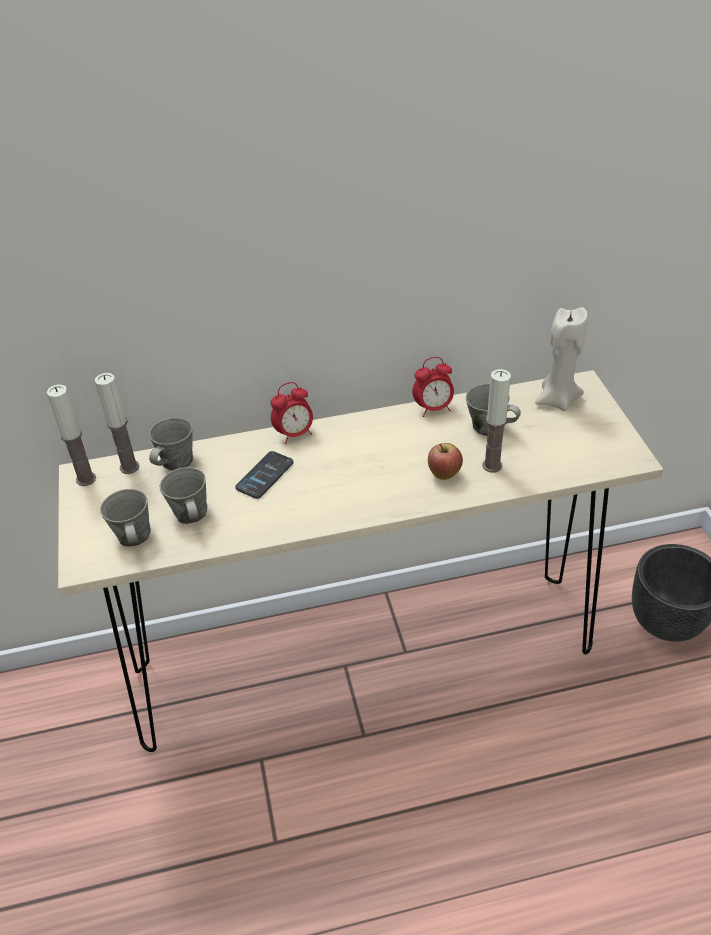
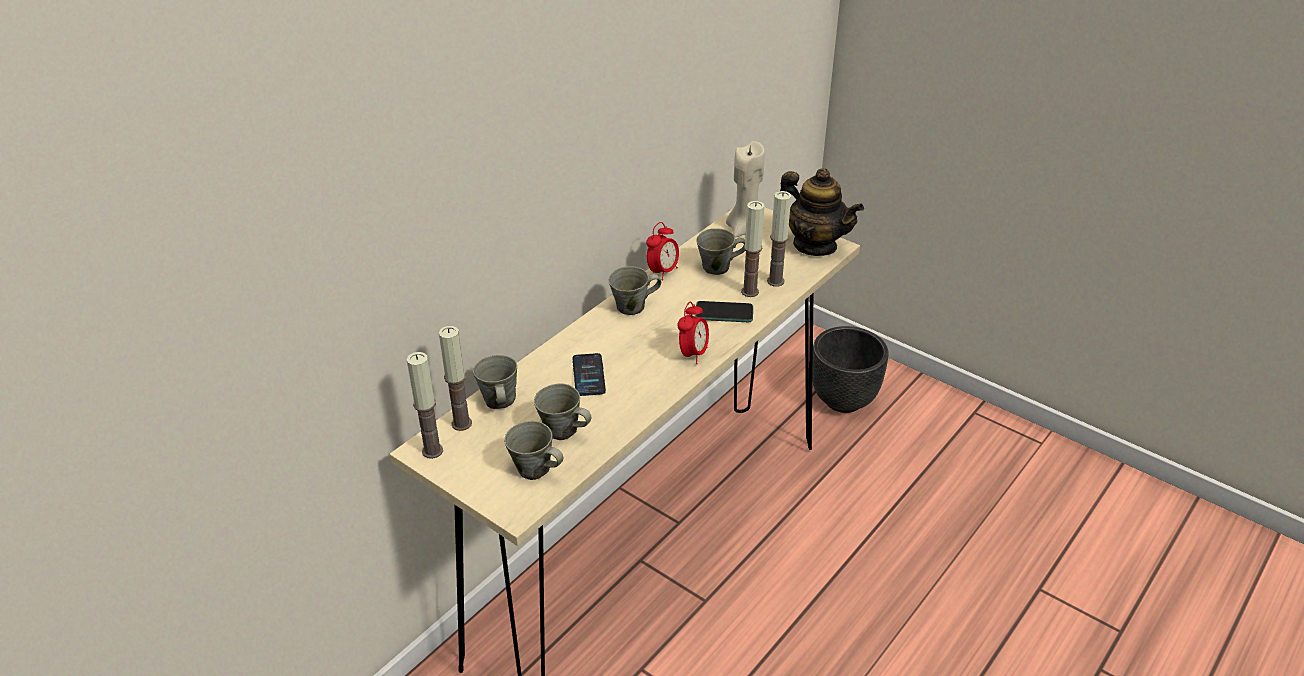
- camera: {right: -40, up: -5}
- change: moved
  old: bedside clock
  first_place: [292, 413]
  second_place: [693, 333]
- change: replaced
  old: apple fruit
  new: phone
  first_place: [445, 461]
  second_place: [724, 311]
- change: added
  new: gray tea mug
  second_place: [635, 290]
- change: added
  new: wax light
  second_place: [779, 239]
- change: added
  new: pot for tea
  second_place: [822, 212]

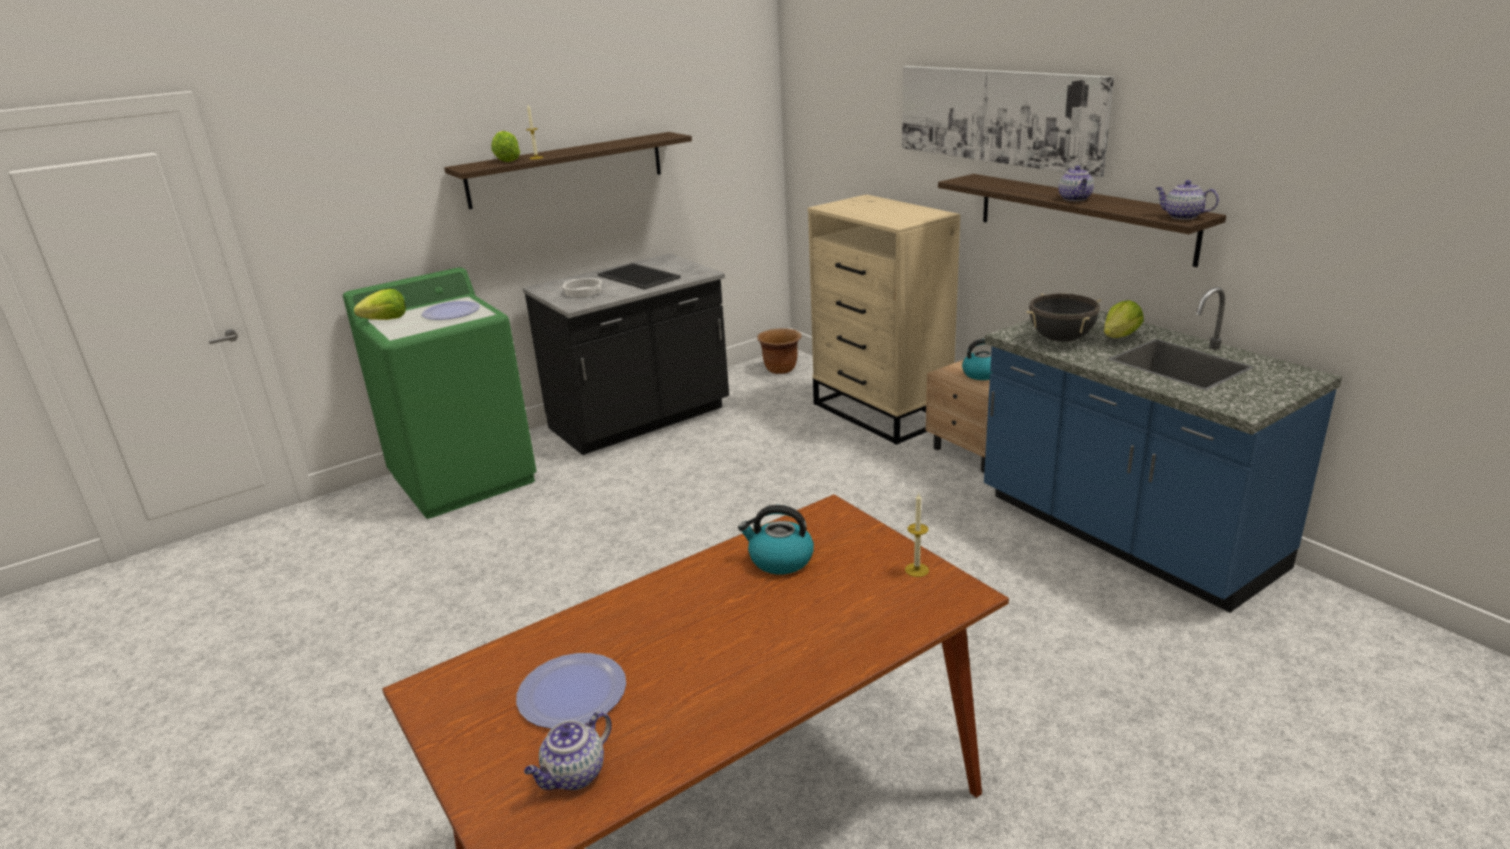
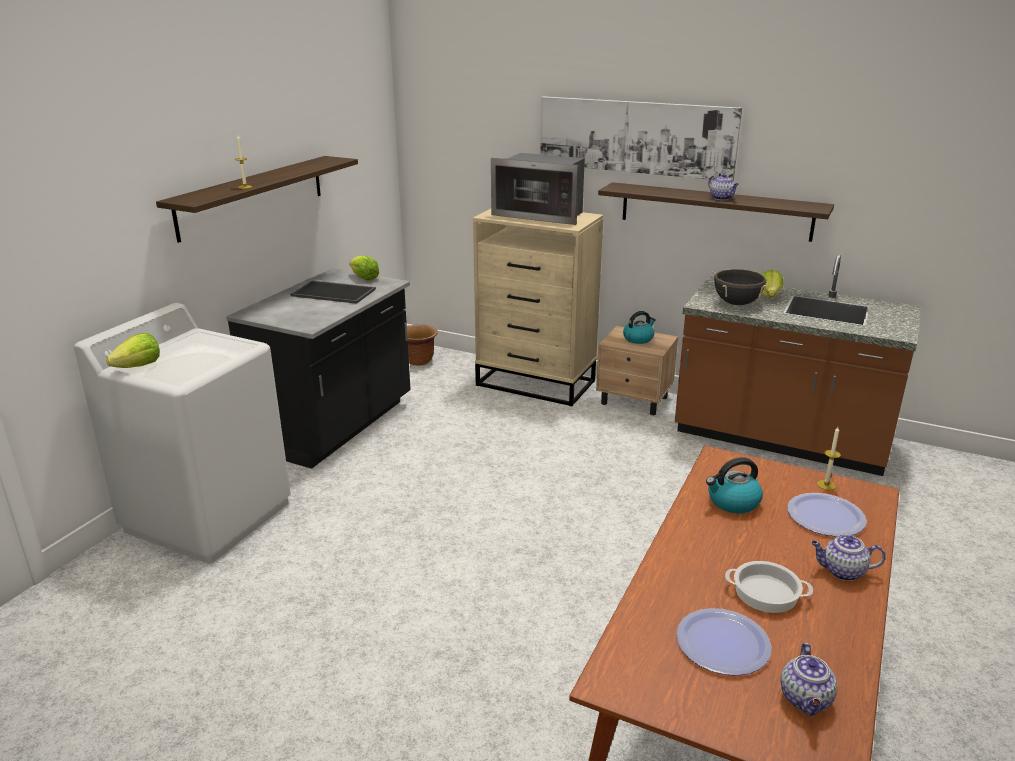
- camera: {right: -30, up: 0}
- change: recoloured
  old: green washing machine
  new: white washing machine
  first_place: [440, 393]
  second_place: [182, 433]
- change: moved
  old: dinner plate
  first_place: [451, 310]
  second_place: [827, 515]
- change: moved
  old: head of lettuce
  first_place: [505, 146]
  second_place: [364, 267]
- change: moved
  old: stockpot
  first_place: [582, 287]
  second_place: [769, 587]
- change: recoloured
  old: bluish counter
  new: brown counter
  first_place: [1163, 450]
  second_place: [798, 365]
- change: moved
  old: pot for tea
  first_place: [1187, 200]
  second_place: [848, 558]
- change: added
  new: kitchen microwave
  second_place: [538, 189]

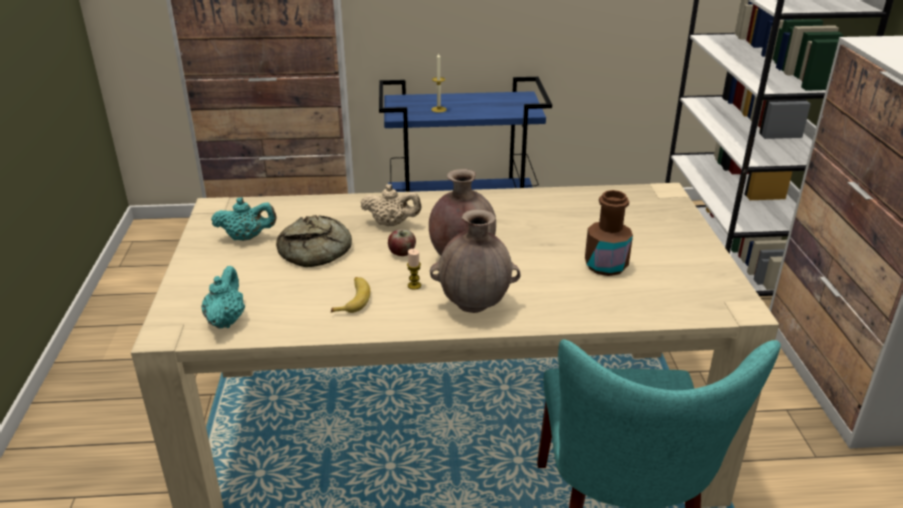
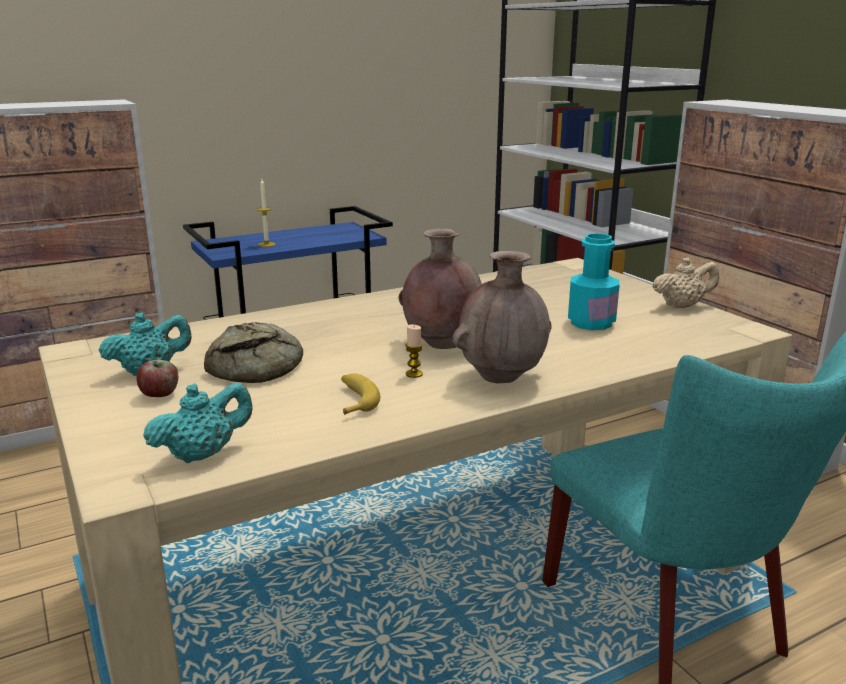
- camera: {right: -25, up: -10}
- change: turned
  old: turquoise-coloured pot for tea
  first_place: [223, 297]
  second_place: [198, 423]
  degrees: 75
- change: moved
  old: beige pot for tea
  first_place: [391, 205]
  second_place: [686, 282]
- change: moved
  old: apple fruit
  first_place: [402, 242]
  second_place: [157, 378]
- change: recoloured
  old: brown beverage bottle
  new: turquoise-coloured beverage bottle
  first_place: [609, 233]
  second_place: [594, 281]

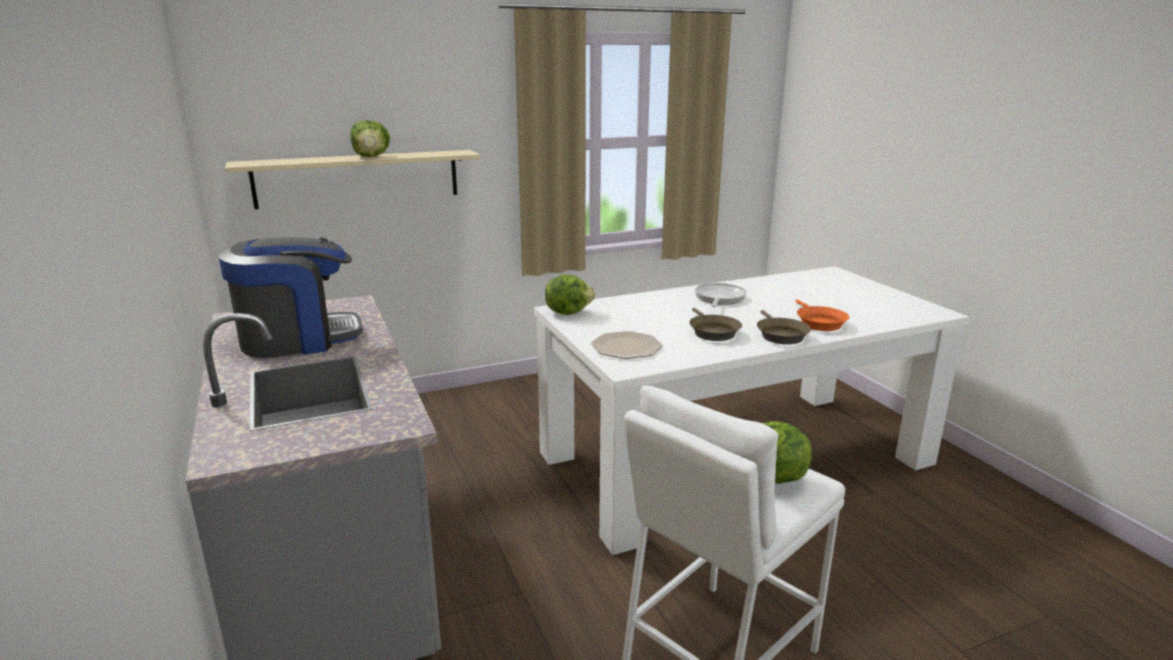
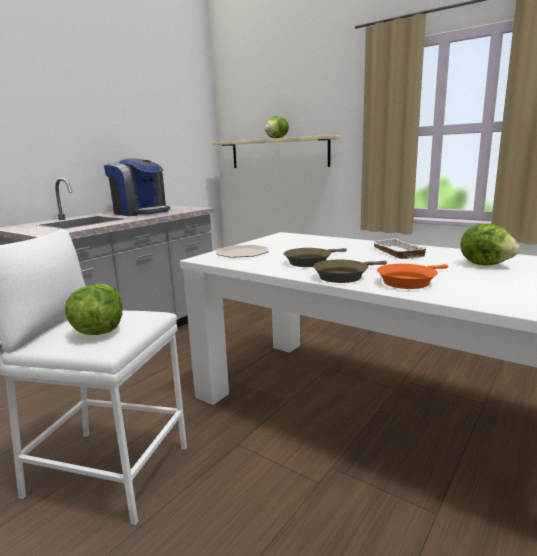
- camera: {right: 60, up: -5}
- change: moved
  old: head of lettuce
  first_place: [570, 294]
  second_place: [490, 244]
- change: replaced
  old: skillet
  new: white tray
  first_place: [721, 295]
  second_place: [399, 248]

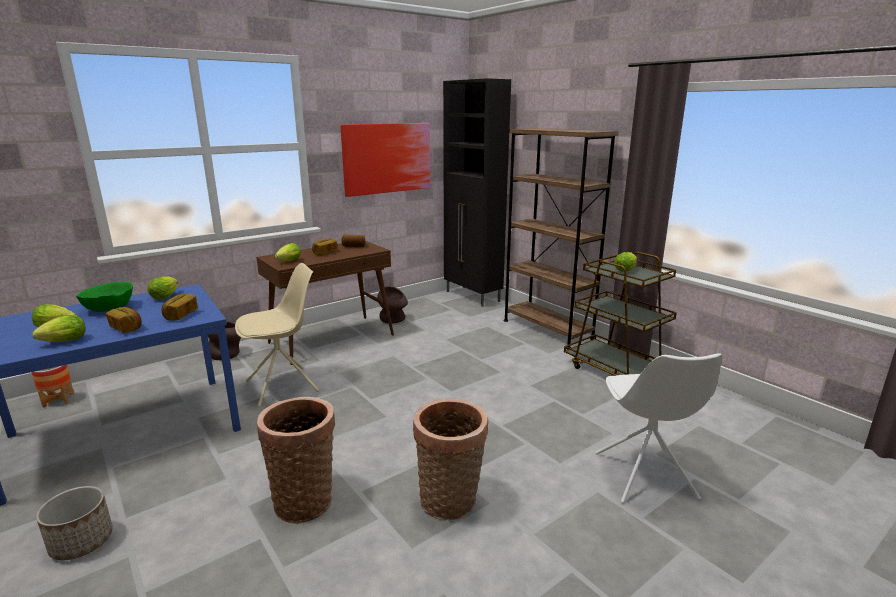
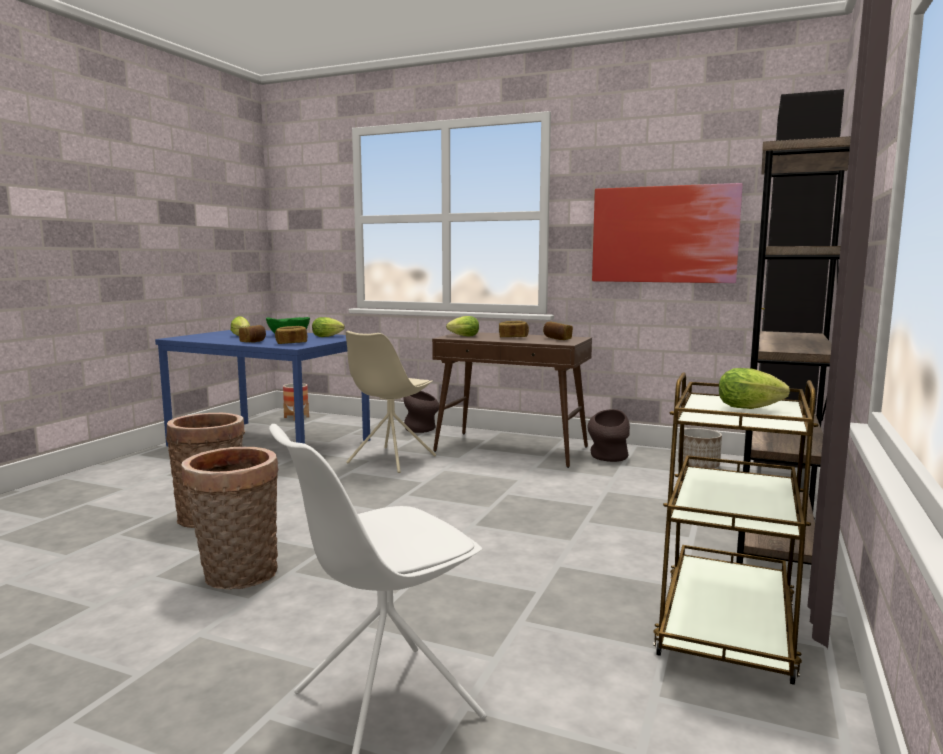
- camera: {right: 60, up: -10}
- change: removed
  old: head of lettuce
  first_place: [59, 328]
- change: moved
  old: planter
  first_place: [74, 523]
  second_place: [700, 448]
- change: turned
  old: beige chair
  first_place: [277, 335]
  second_place: [391, 402]
  degrees: 90

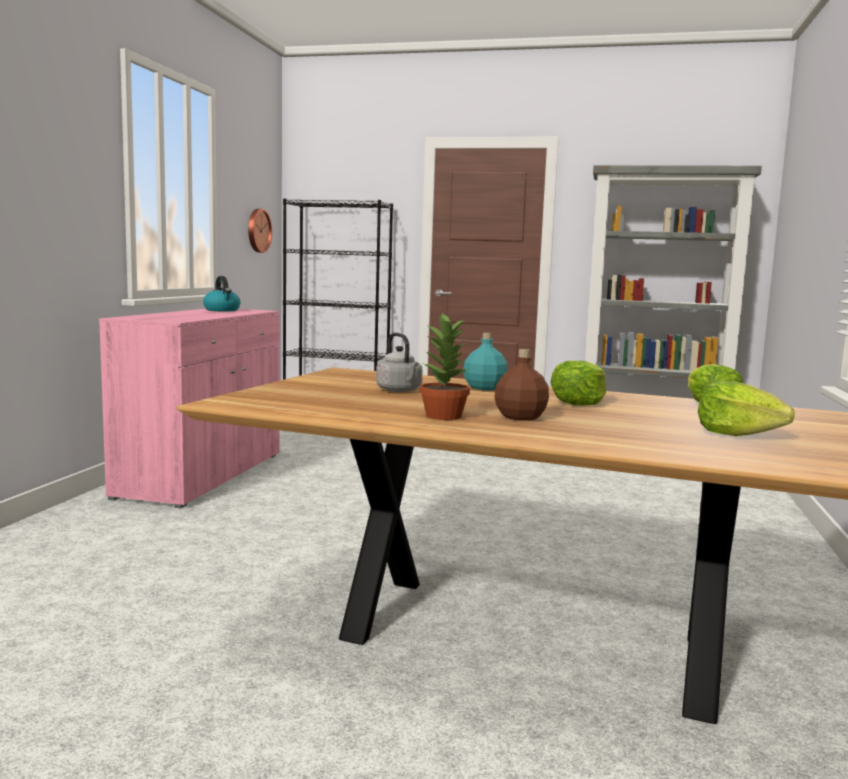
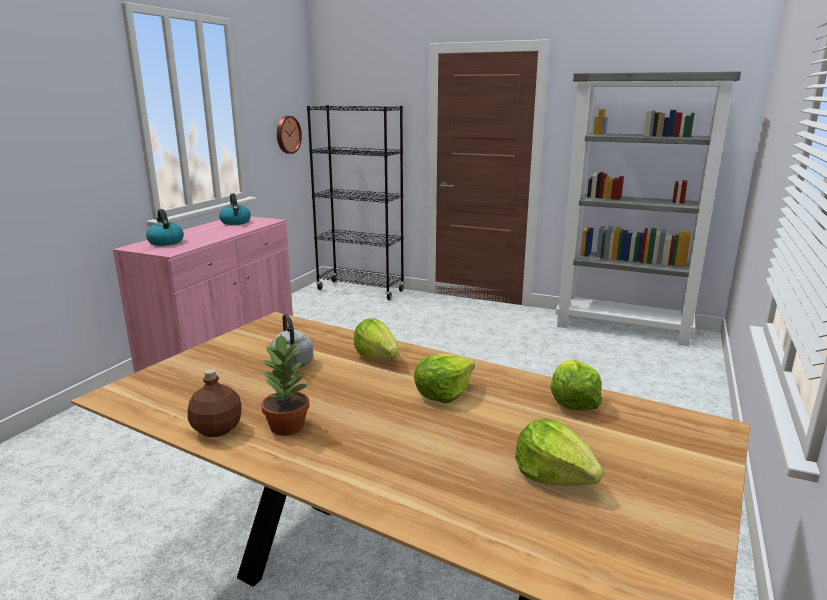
- camera: {right: 10, up: 10}
- change: replaced
  old: turquoise-coloured beverage bottle
  new: head of lettuce
  first_place: [485, 361]
  second_place: [376, 339]
- change: moved
  old: brown beverage bottle
  first_place: [521, 385]
  second_place: [214, 403]
- change: added
  new: tea kettle
  second_place: [165, 227]

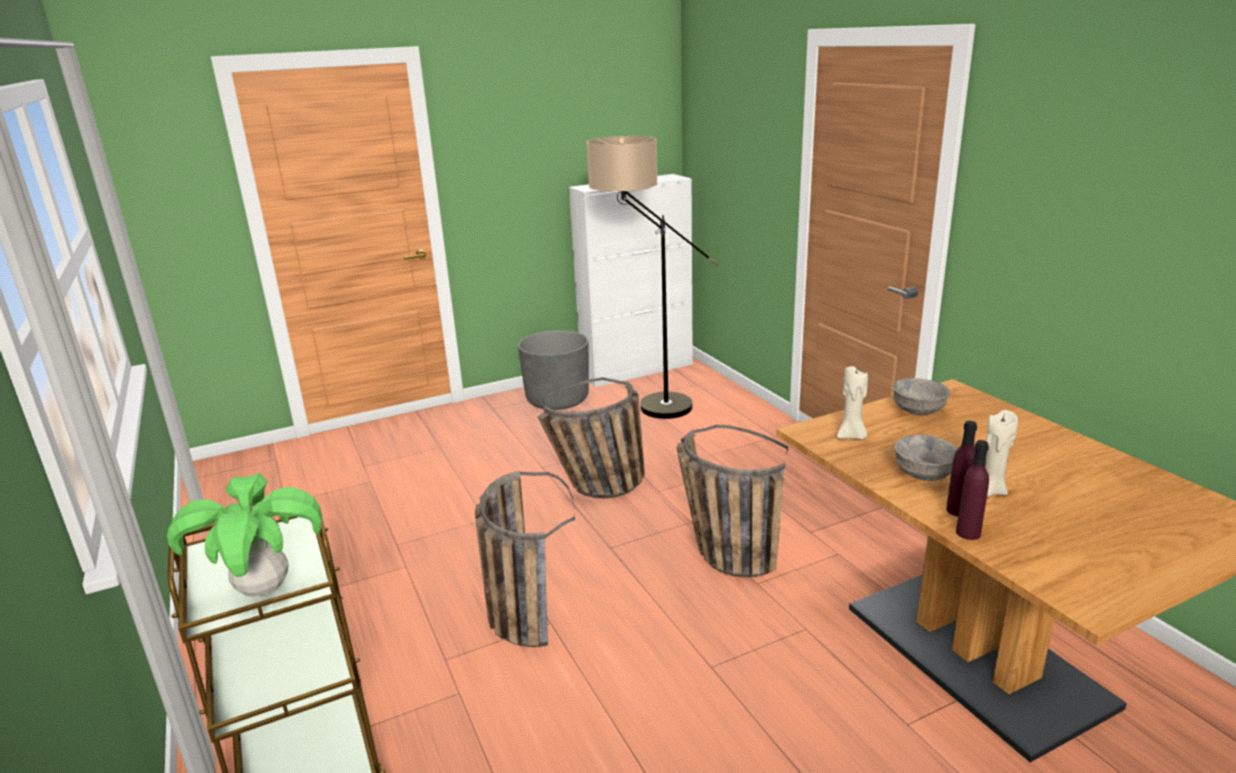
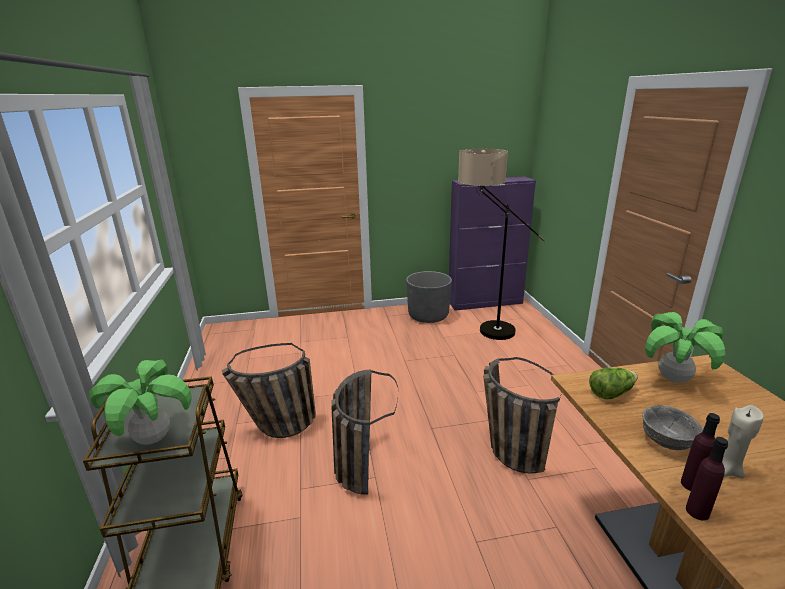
- camera: {right: 15, up: 0}
- change: moved
  old: storage basket
  first_place: [591, 437]
  second_place: [269, 390]
- change: recoloured
  old: white storage cabinet
  new: purple storage cabinet
  first_place: [631, 280]
  second_place: [492, 243]
- change: replaced
  old: beige wax light
  new: head of lettuce
  first_place: [852, 403]
  second_place: [613, 383]
- change: replaced
  old: gray deep dish
  new: potted plant
  first_place: [921, 396]
  second_place: [685, 347]

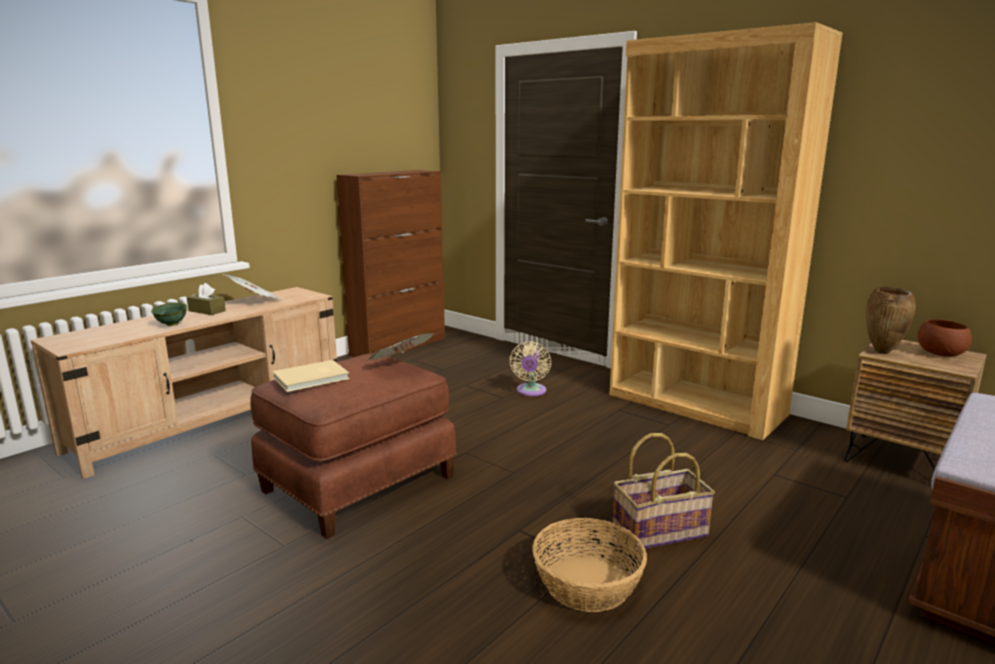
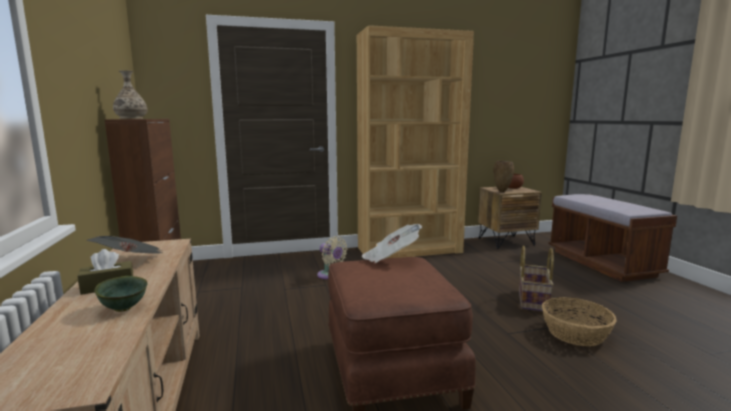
- camera: {right: -55, up: -5}
- change: removed
  old: beige book
  first_place: [311, 376]
- change: added
  new: flower vase
  second_place: [130, 94]

